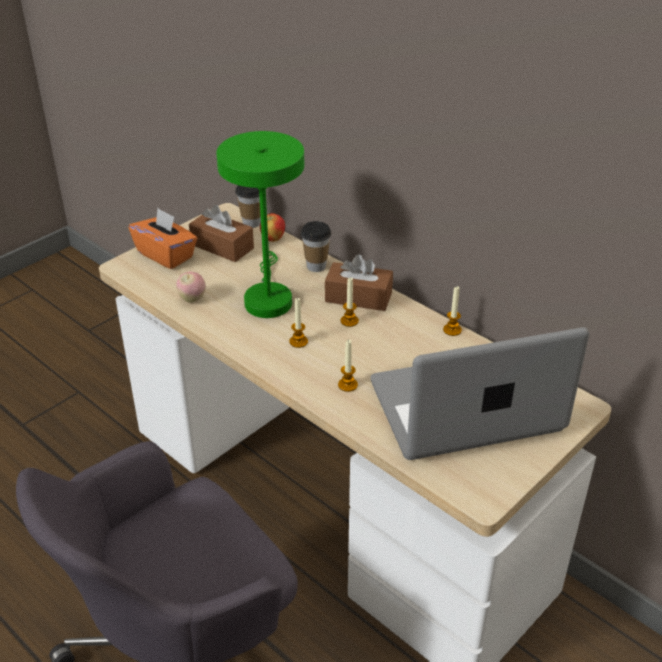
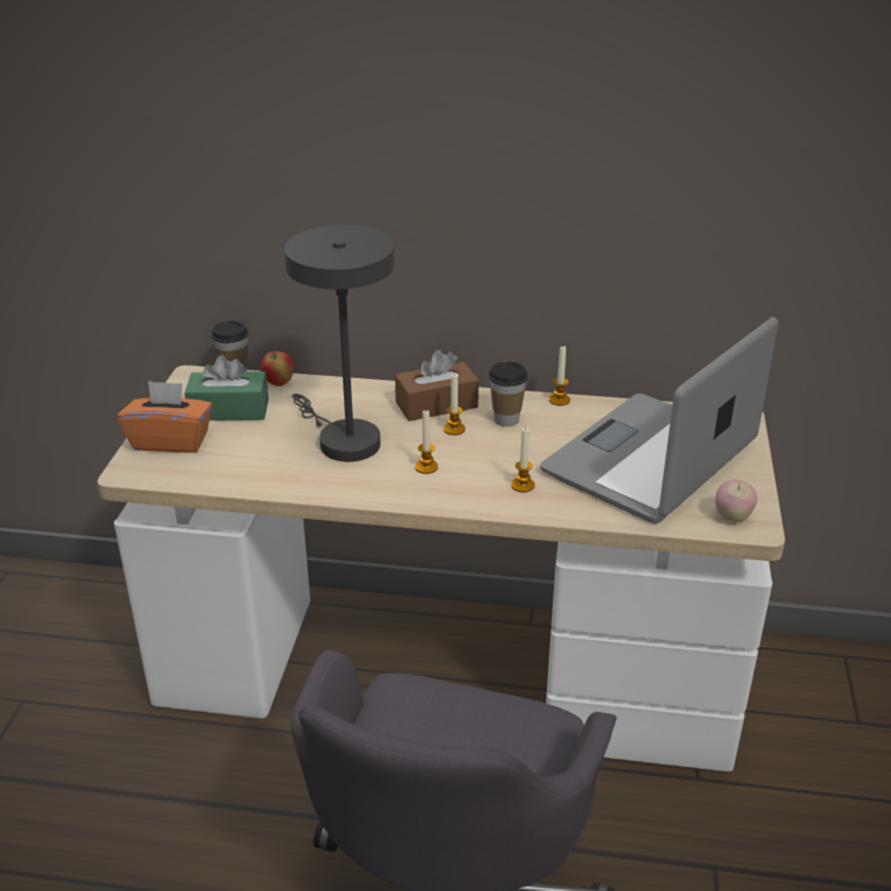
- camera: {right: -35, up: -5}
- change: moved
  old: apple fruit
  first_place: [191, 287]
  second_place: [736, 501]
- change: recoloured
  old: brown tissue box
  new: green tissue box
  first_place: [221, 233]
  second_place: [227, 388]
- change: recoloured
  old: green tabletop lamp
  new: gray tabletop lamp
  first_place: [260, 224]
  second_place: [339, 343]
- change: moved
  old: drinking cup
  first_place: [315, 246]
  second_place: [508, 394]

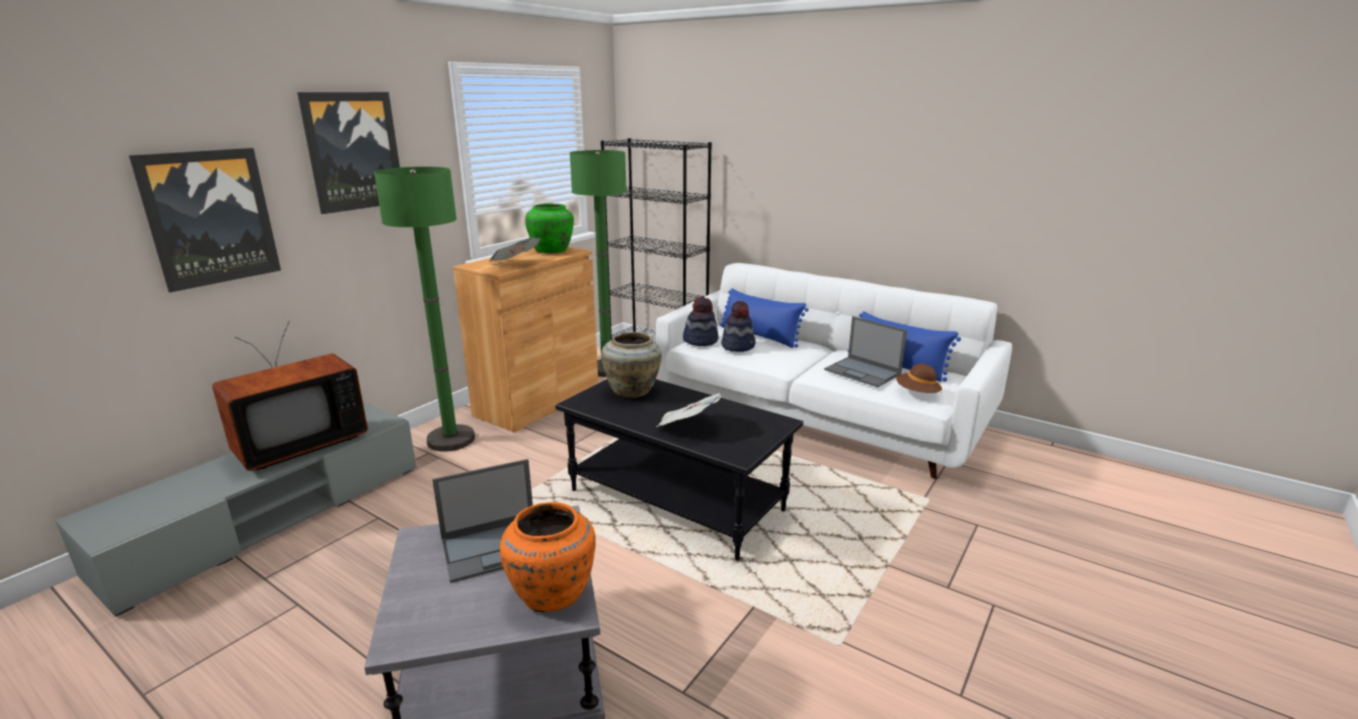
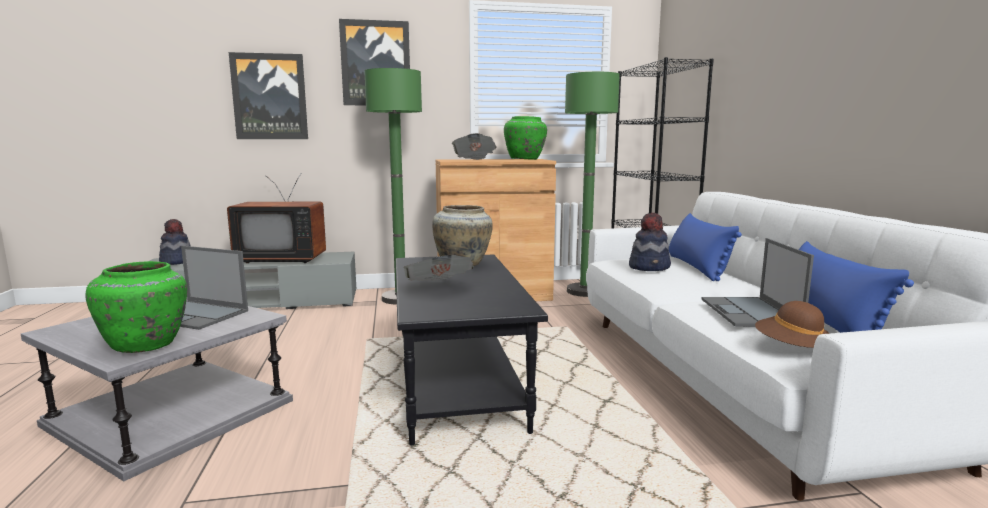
- camera: {right: 45, up: -10}
- change: recoloured
  old: orange flower vase
  new: green flower vase
  first_place: [548, 557]
  second_place: [136, 307]
- change: moved
  old: wearable hat
  first_place: [701, 321]
  second_place: [174, 242]

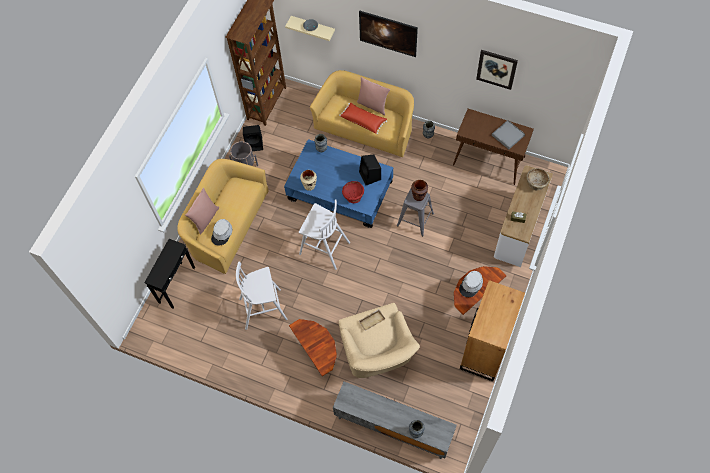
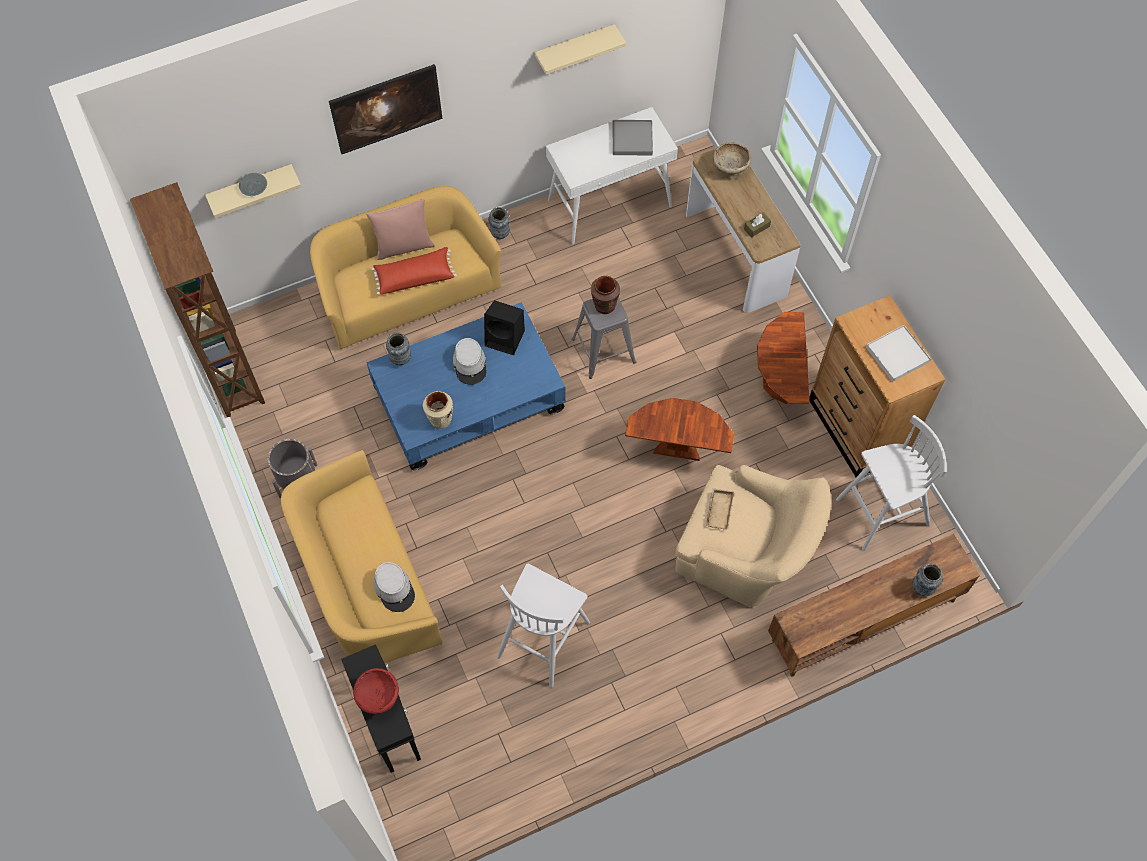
- camera: {right: -50, up: 0}
- change: removed
  old: pink pillow
  first_place: [202, 211]
- change: removed
  old: black audio speaker
  first_place: [253, 138]
- change: moved
  old: brown accent table
  first_place: [313, 347]
  second_place: [679, 429]
- change: moved
  old: white sitting stool
  first_place: [324, 235]
  second_place: [891, 483]
- change: recoloured
  old: gray tv unit
  new: brown tv unit
  first_place: [395, 420]
  second_place: [874, 605]
- change: moved
  old: red-coloured deep dish
  first_place: [353, 192]
  second_place: [376, 691]
- change: recoloured
  old: brown hall table
  new: white hall table
  first_place: [493, 147]
  second_place: [612, 176]
- change: moved
  old: gray wearable hat
  first_place: [471, 284]
  second_place: [470, 361]
- change: replaced
  old: wall art
  new: beige wall shelf
  first_place: [497, 70]
  second_place: [580, 49]
- change: added
  new: white tray
  second_place: [898, 353]

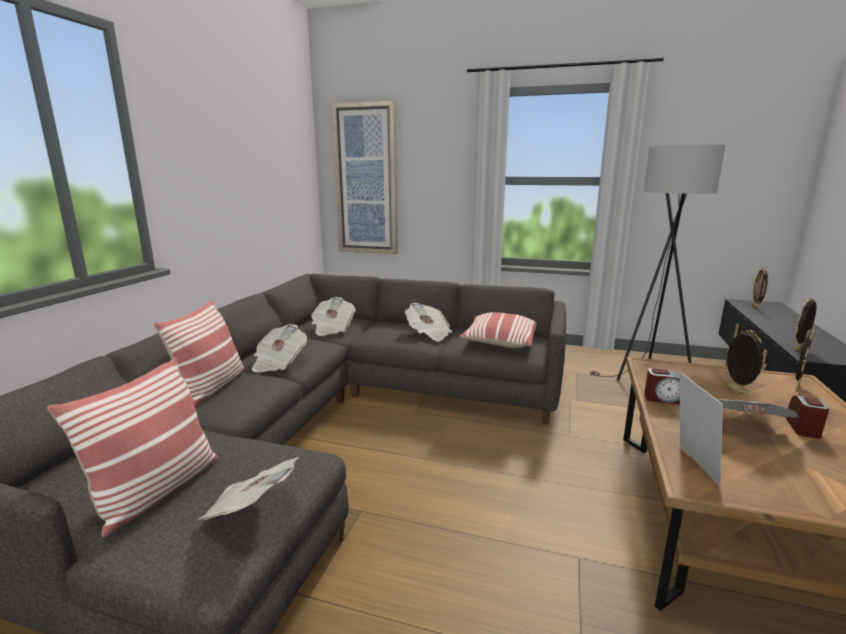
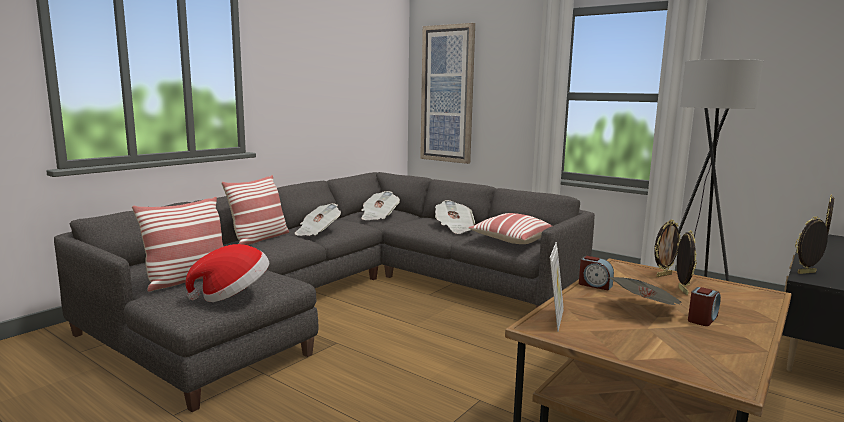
- camera: {right: 20, up: -5}
- change: replaced
  old: printed paper
  new: wearable hat
  first_place: [249, 488]
  second_place: [227, 273]
- change: moved
  old: picture frame
  first_place: [805, 359]
  second_place: [667, 248]

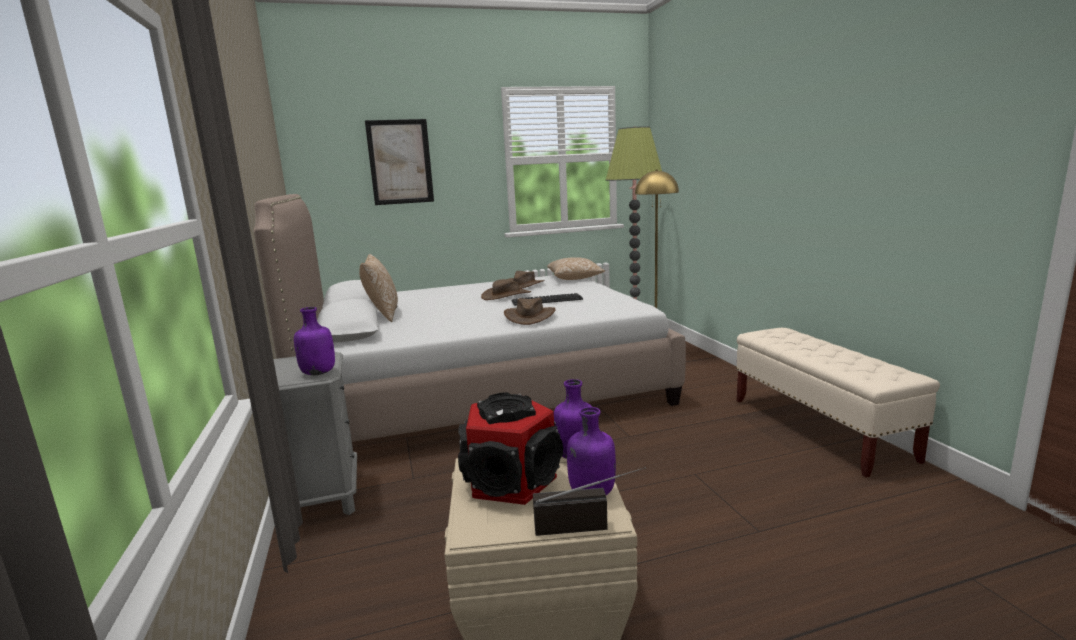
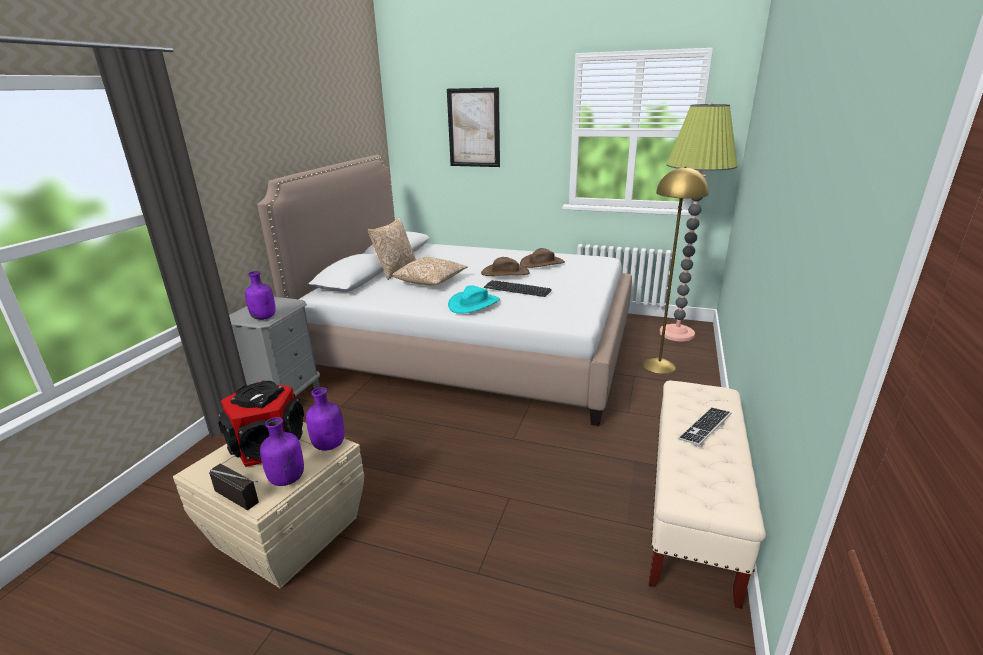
- camera: {right: 35, up: 10}
- change: recoloured
  old: brown wearable hat
  new: turquoise-coloured wearable hat
  first_place: [530, 311]
  second_place: [474, 299]
- change: moved
  old: pillow
  first_place: [576, 268]
  second_place: [430, 271]
- change: added
  new: PC keyboard
  second_place: [705, 427]

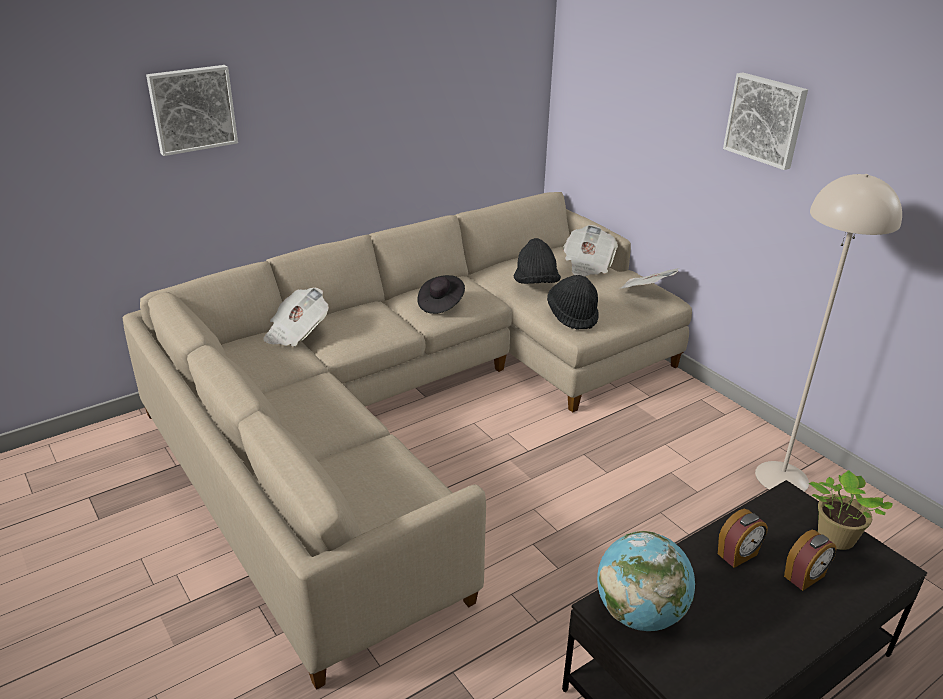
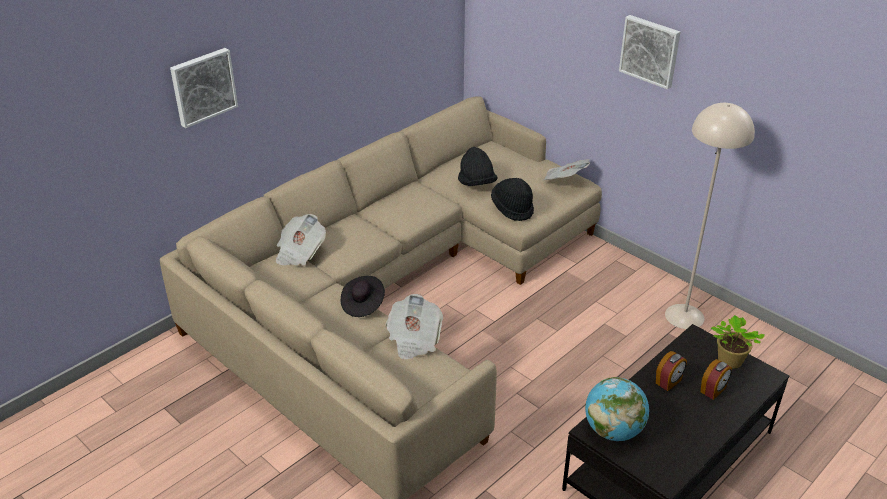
- camera: {right: -10, up: 5}
- change: moved
  old: black wearable hat
  first_place: [441, 294]
  second_place: [363, 296]
- change: moved
  old: printed paper
  first_place: [590, 250]
  second_place: [414, 327]

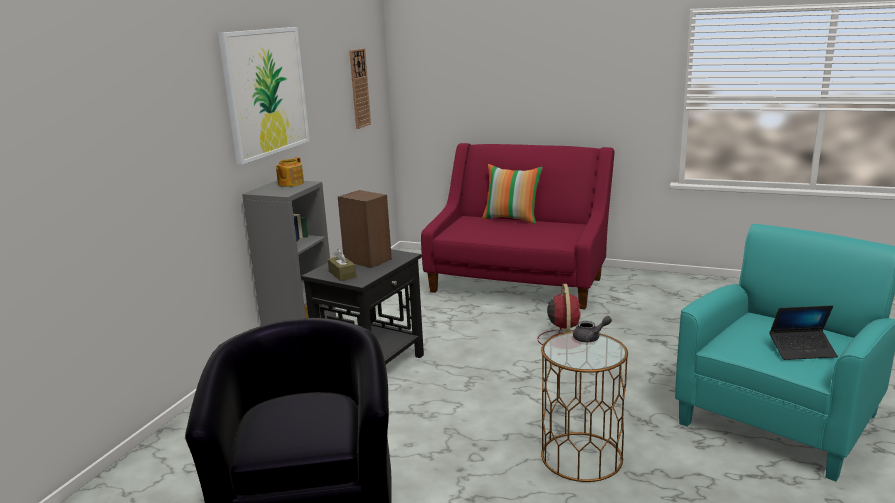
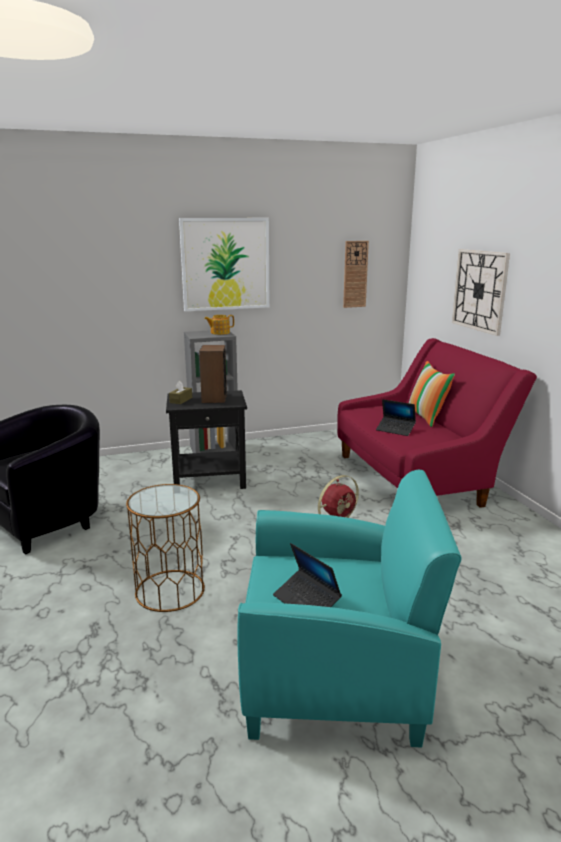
- camera: {right: 50, up: 0}
- change: removed
  old: gray pot for tea
  first_place: [592, 329]
- change: added
  new: portable computer
  second_place: [396, 417]
- change: added
  new: hanging clock
  second_place: [481, 292]

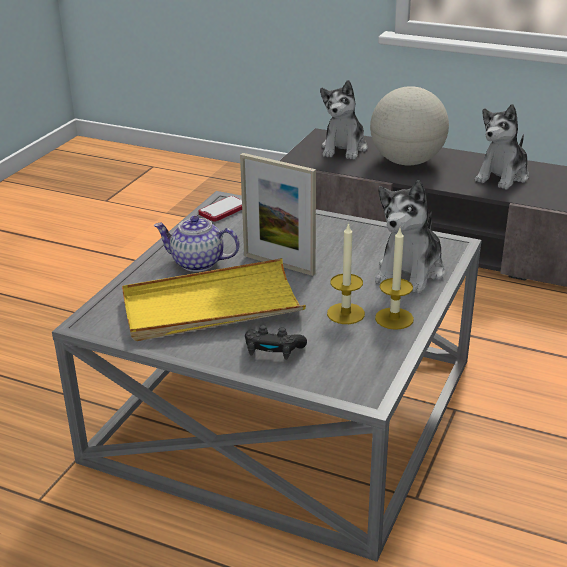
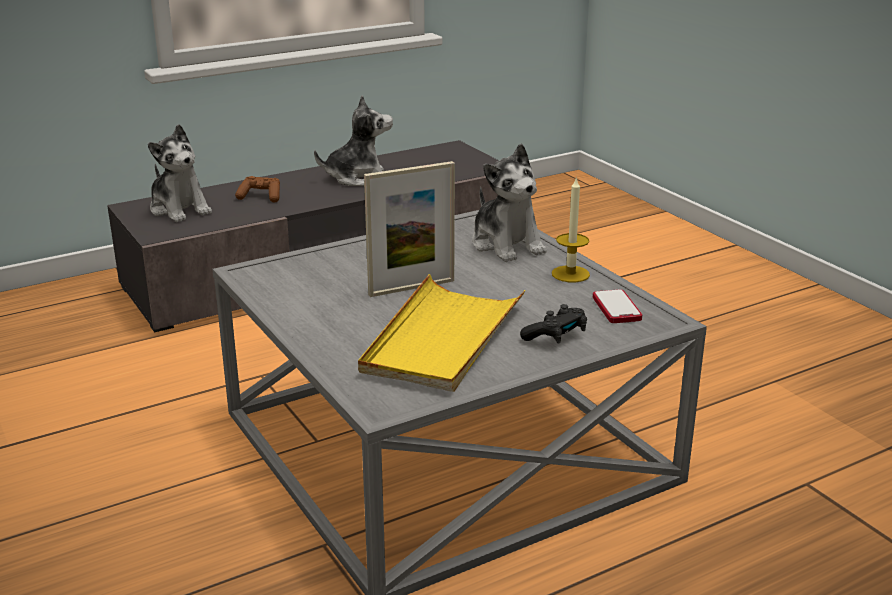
- camera: {right: -55, up: -5}
- change: removed
  old: pot for tea
  first_place: [196, 244]
- change: moved
  old: phone
  first_place: [220, 209]
  second_place: [617, 306]
- change: removed
  old: wax light
  first_place: [346, 273]
- change: replaced
  old: desk globe
  new: brown joypad
  first_place: [409, 125]
  second_place: [257, 189]
- change: turned
  old: plush toy
  first_place: [502, 147]
  second_place: [353, 140]
  degrees: -90

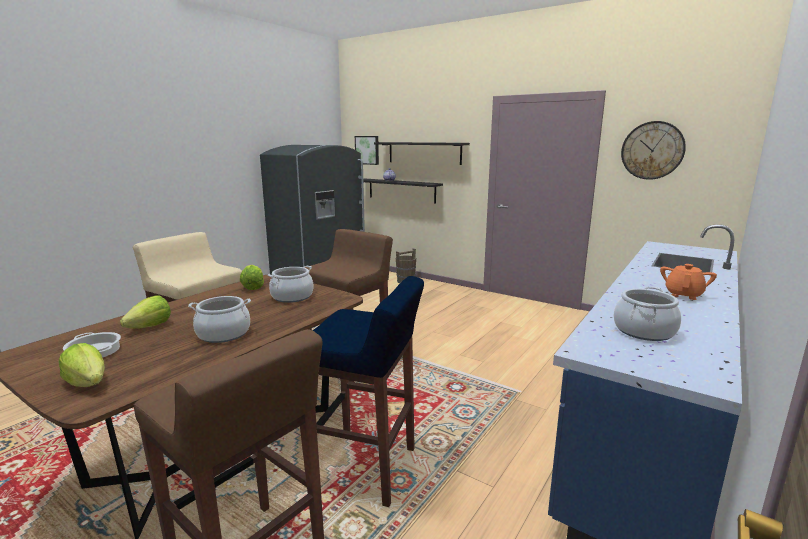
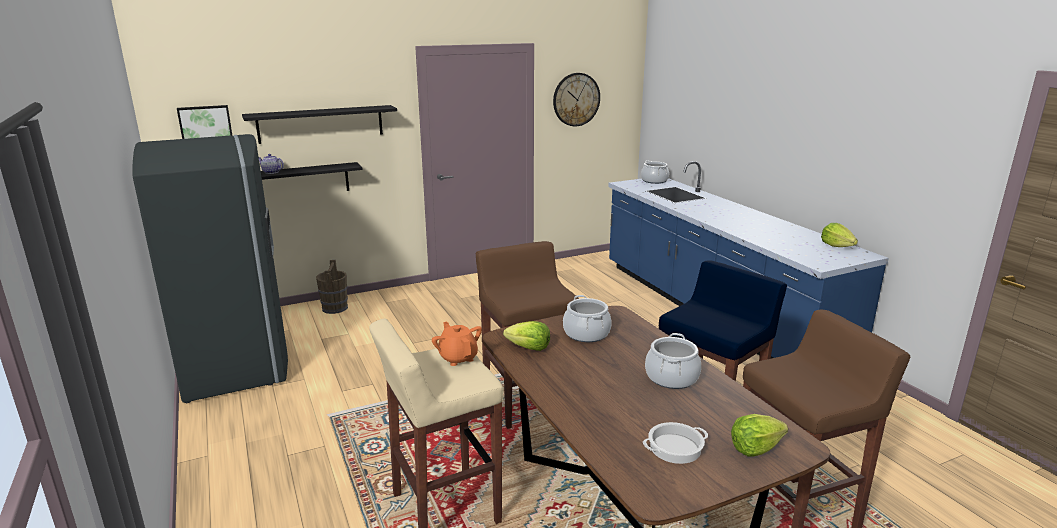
- camera: {right: -60, up: 5}
- change: moved
  old: head of lettuce
  first_place: [145, 311]
  second_place: [839, 235]
- change: moved
  old: stockpot
  first_place: [647, 313]
  second_place: [655, 172]
- change: moved
  old: orange pot for tea
  first_place: [688, 282]
  second_place: [457, 343]

